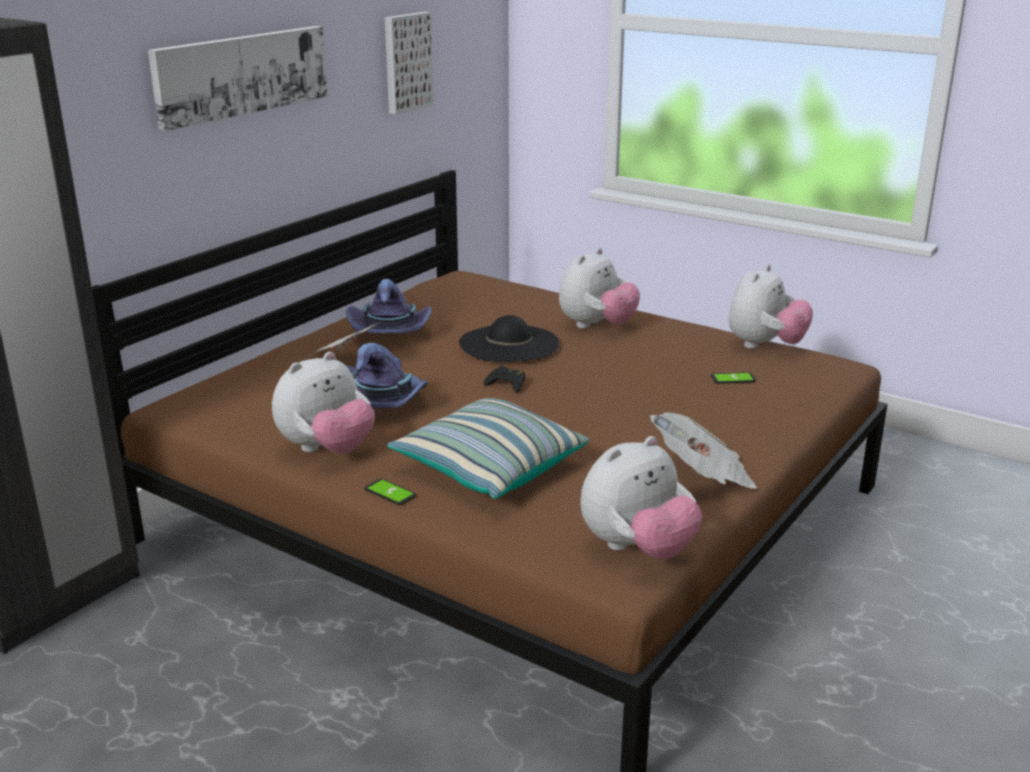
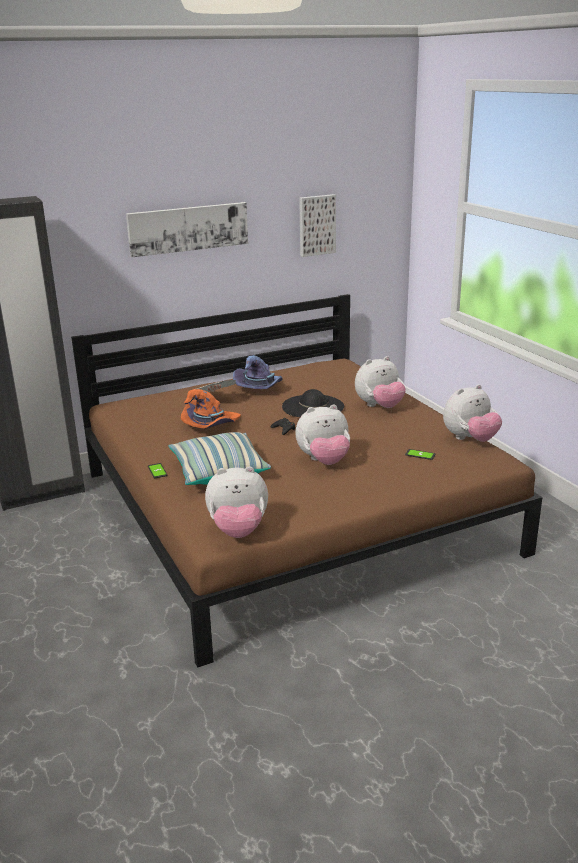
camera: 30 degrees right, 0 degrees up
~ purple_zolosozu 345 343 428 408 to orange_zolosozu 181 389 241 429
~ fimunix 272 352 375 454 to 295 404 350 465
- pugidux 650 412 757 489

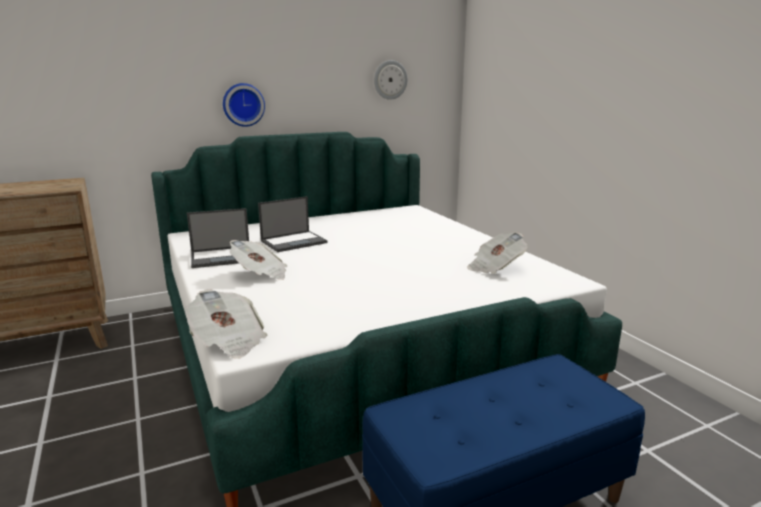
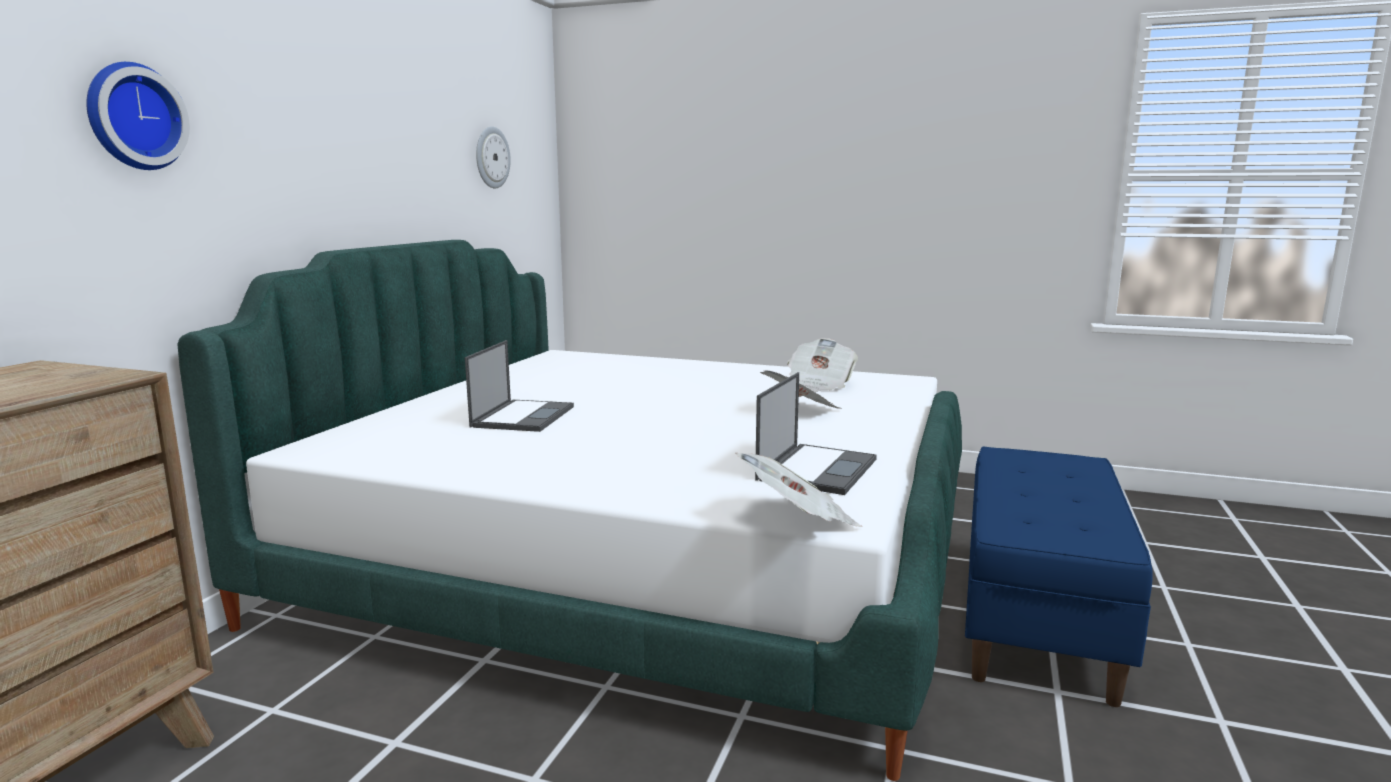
camera: 45 degrees left, 5 degrees down
~ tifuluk 223 83 265 127 to 86 62 190 170
~ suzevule 187 208 249 268 to 755 372 877 495
~ pugidux 229 240 287 280 to 760 370 839 408

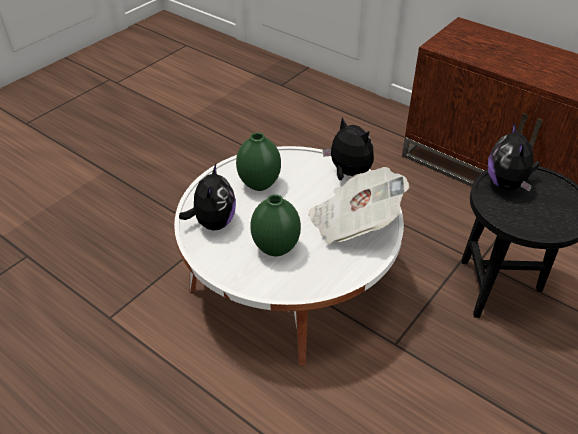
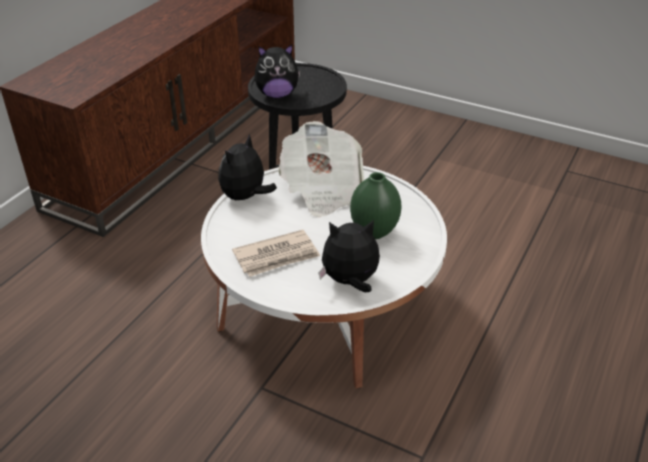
camera: 100 degrees left, 5 degrees down
~ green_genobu 236 132 281 191 to pugidux 232 230 320 277

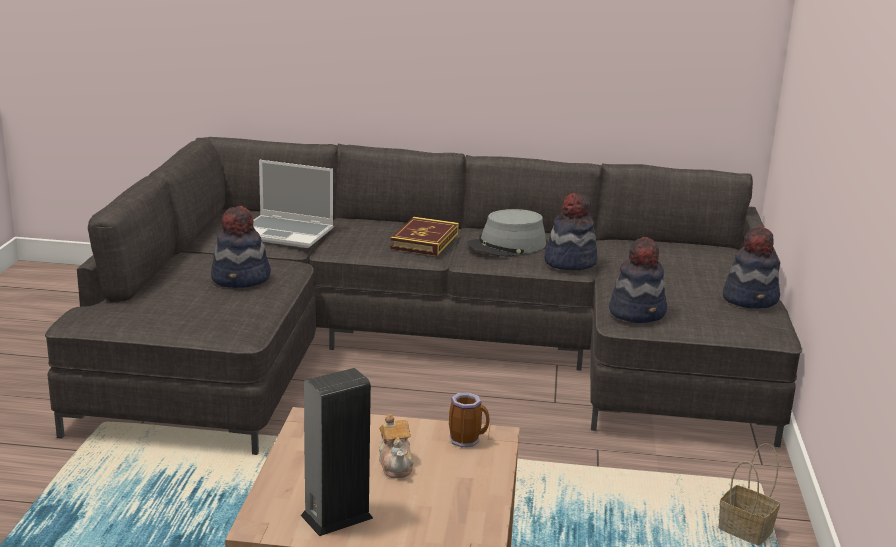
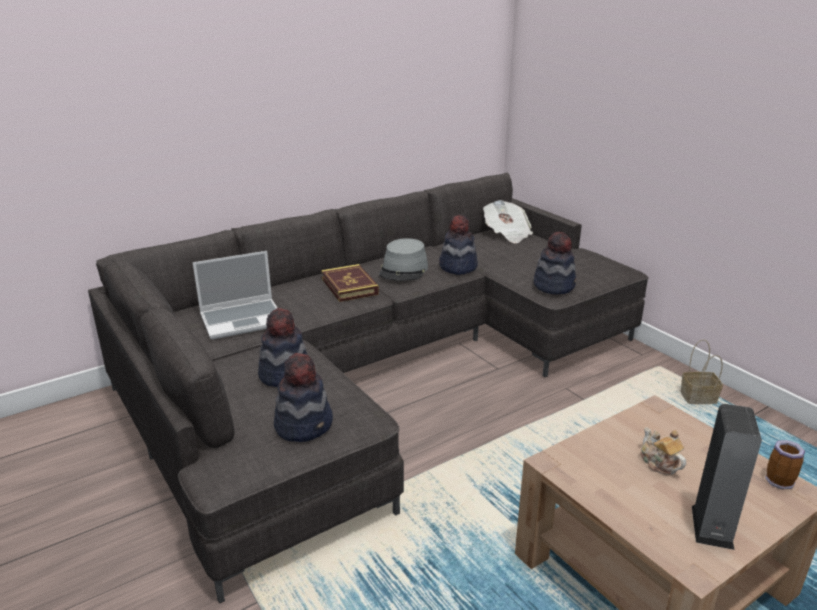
camera: 40 degrees left, 5 degrees up
~ zolosozu 723 226 780 309 to 274 353 333 442
~ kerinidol 449 392 490 447 to 765 440 805 490
~ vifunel 379 414 414 478 = 640 427 686 475 150 degrees counterclockwise
+ pugidux 483 200 533 243

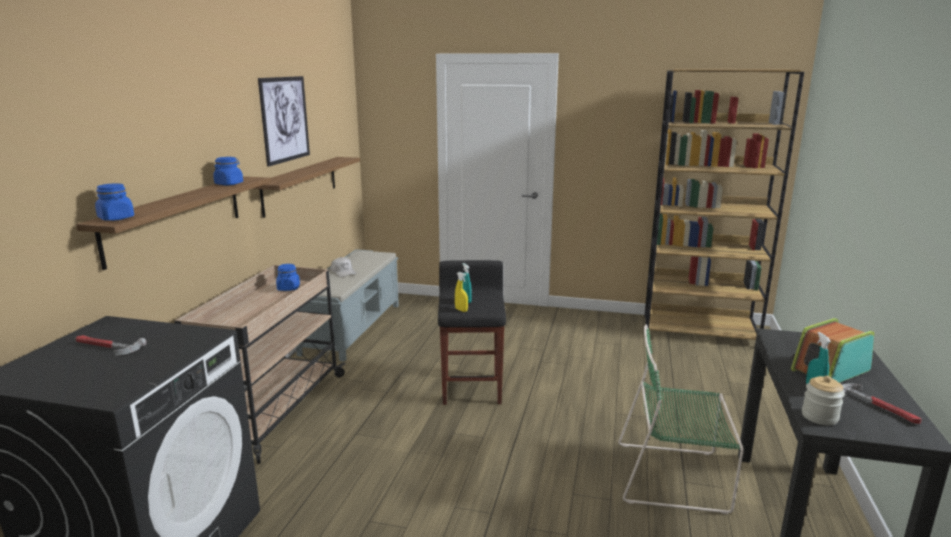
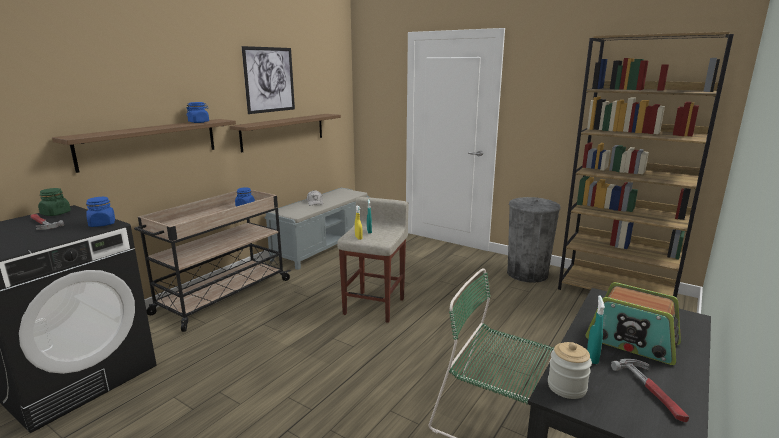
camera: 20 degrees right, 0 degrees up
~ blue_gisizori 95 183 134 221 to 86 197 115 227
~ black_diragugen 438 260 506 405 to beige_diragugen 337 197 409 323
~ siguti 791 318 874 383 = 585 282 681 365 135 degrees counterclockwise
+ green_gisizori 38 188 71 216
+ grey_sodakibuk 507 197 561 283

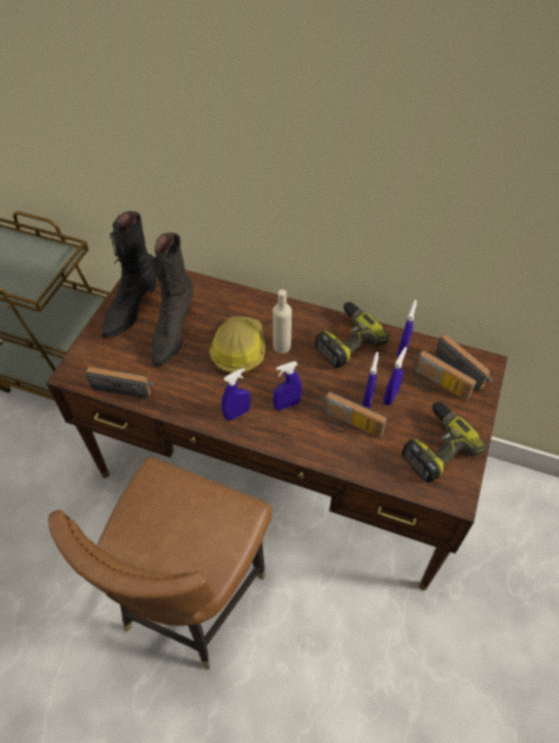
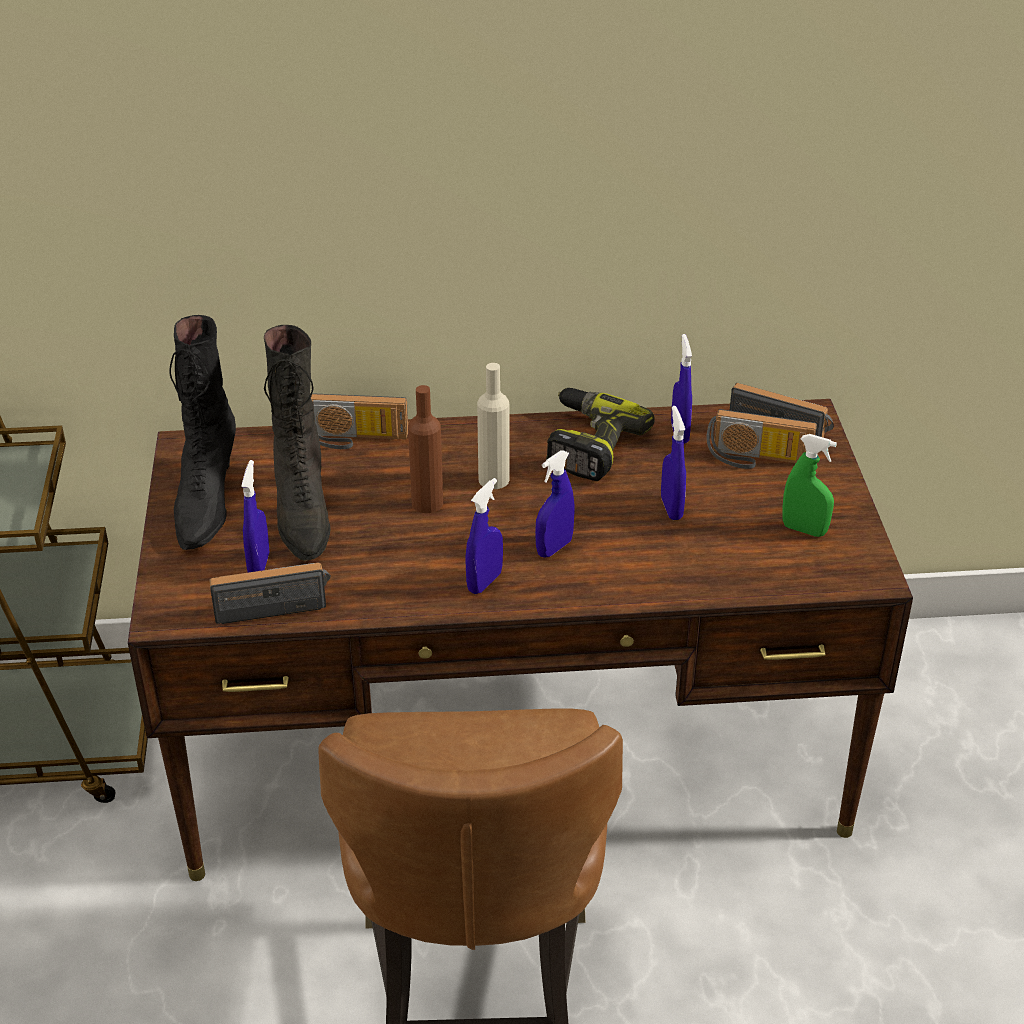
camera: 25 degrees left, 15 degrees down
~ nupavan 209 317 265 373 to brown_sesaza 408 385 443 513
~ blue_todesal 383 347 407 406 to 241 460 269 572
~ siguti 319 391 387 438 to 311 393 408 449
~ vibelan 401 402 487 483 to green_todesal 782 434 837 537

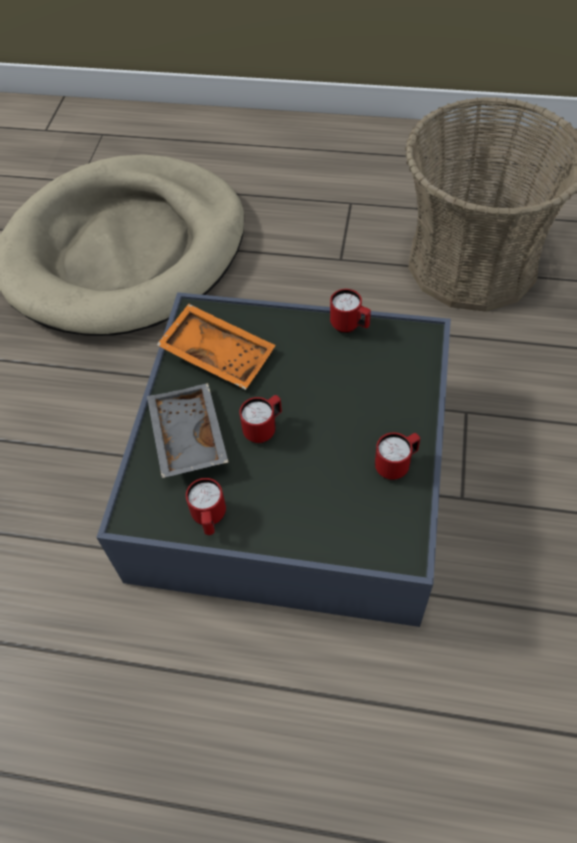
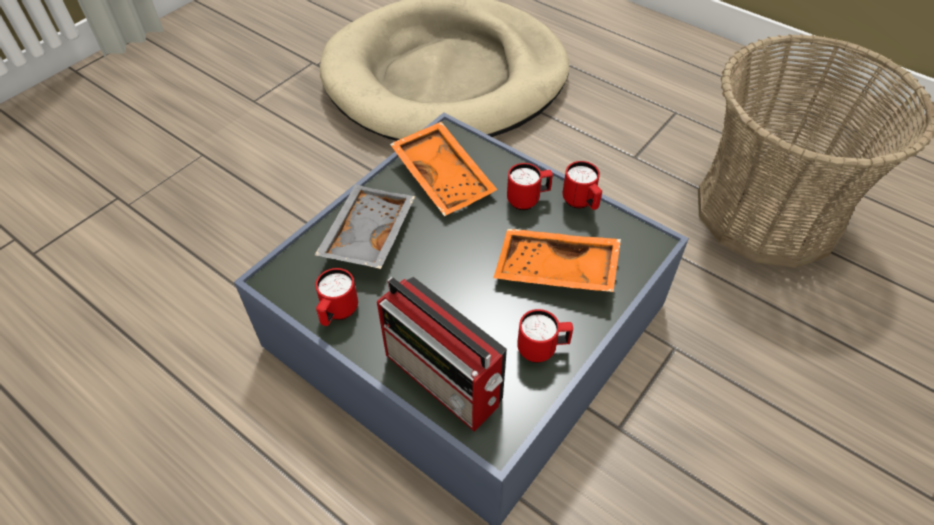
camera: 25 degrees right, 5 degrees down
~ red_kerinidol 239 395 282 443 to 507 163 553 210
+ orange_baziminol 493 229 621 292
+ siguti 377 277 507 431

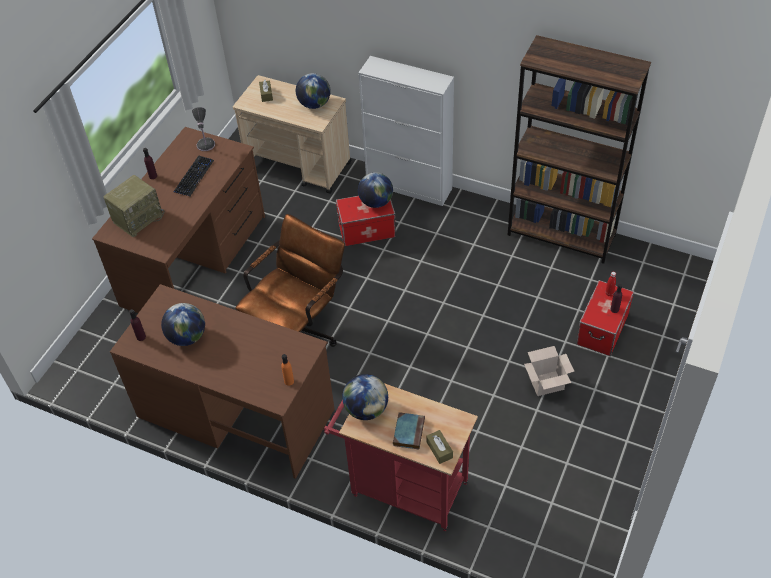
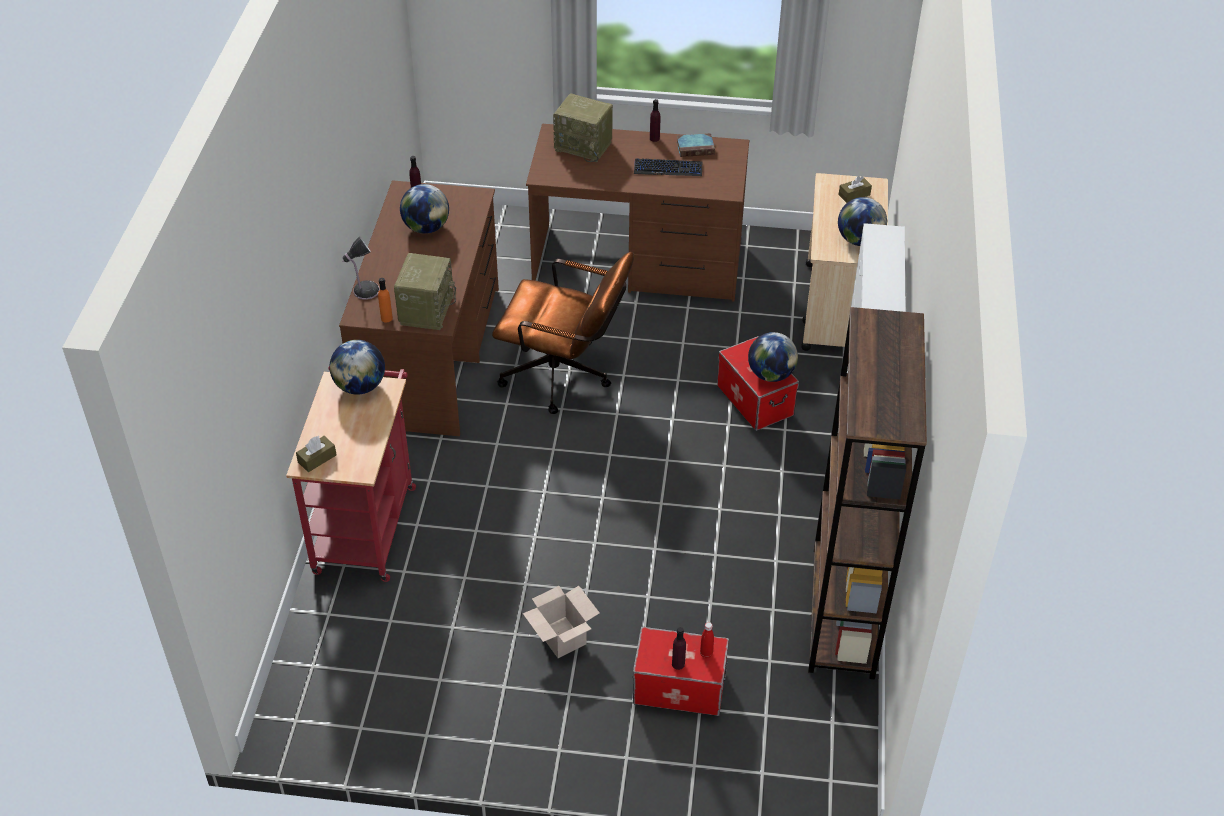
camera: 70 degrees right, 5 degrees down
~ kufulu 192 107 215 151 to 342 236 380 300
~ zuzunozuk 393 412 425 450 to 676 133 715 157
+ siguti 394 253 456 330

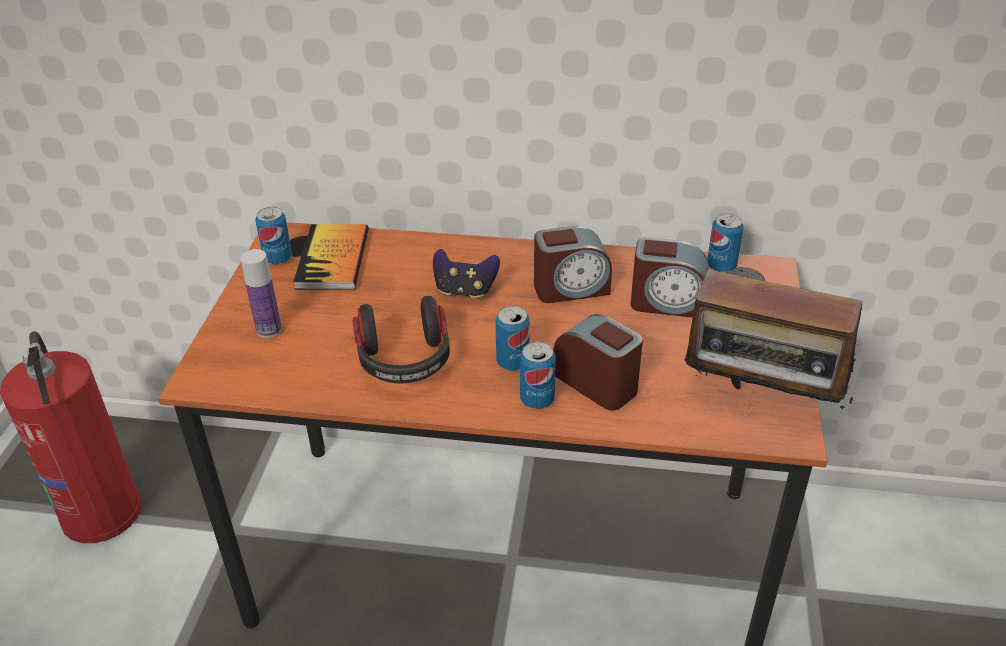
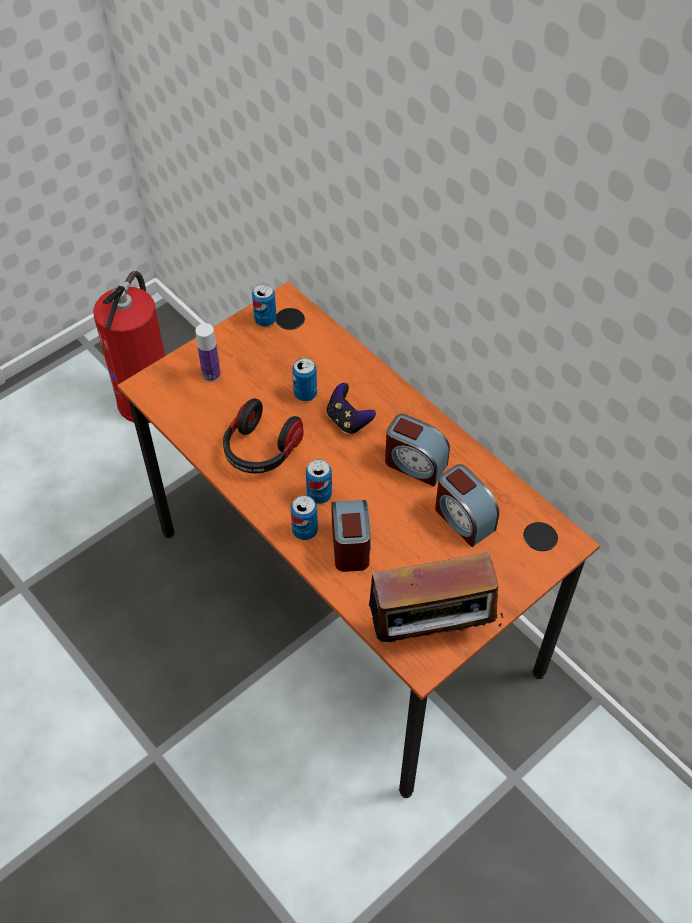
camera: 40 degrees right, 15 degrees up
~ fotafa 707 213 744 273 to 292 358 317 401
- zuzunozuk 293 224 369 290
~ siguti 684 255 862 409 = 369 552 504 648 75 degrees counterclockwise

